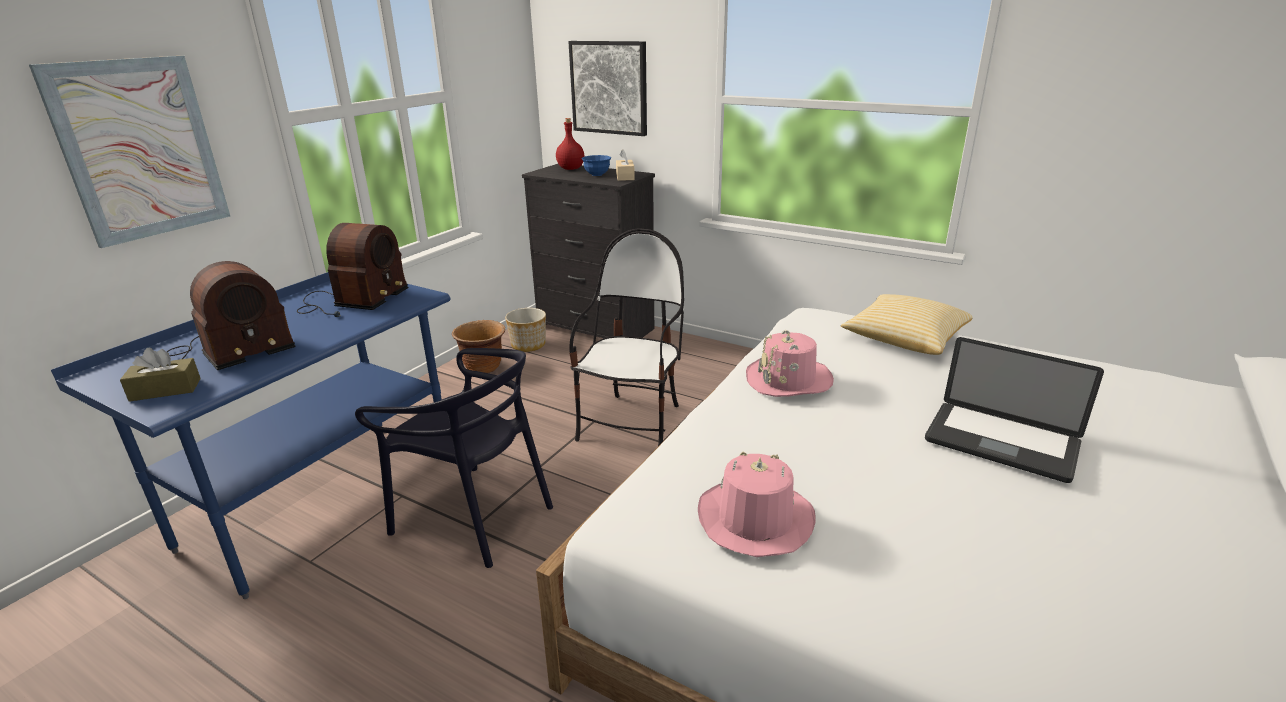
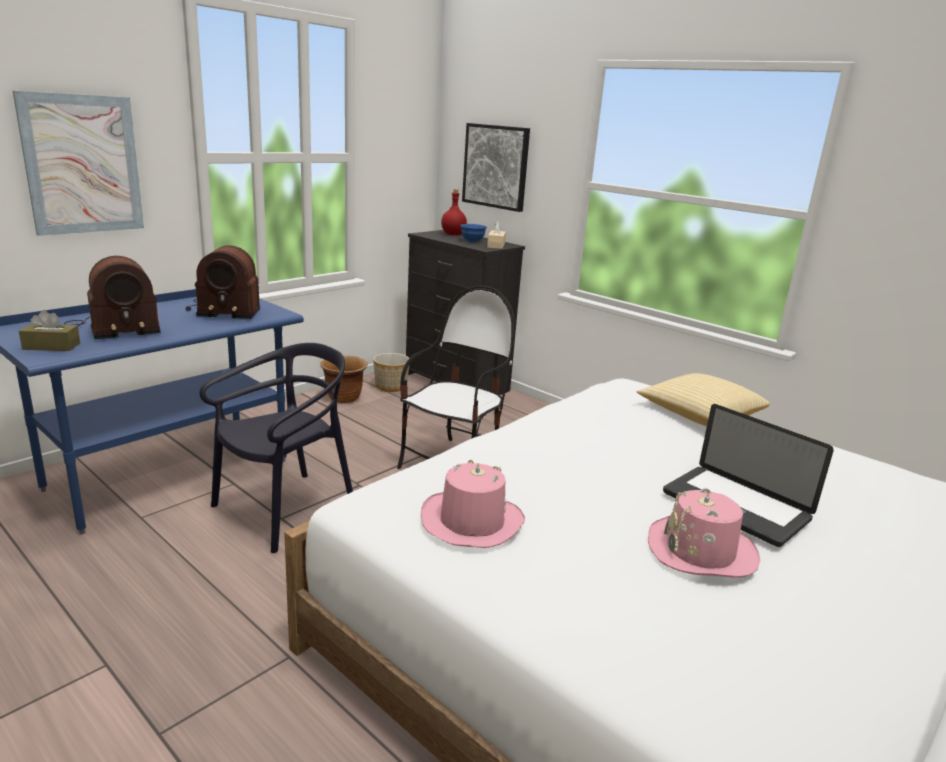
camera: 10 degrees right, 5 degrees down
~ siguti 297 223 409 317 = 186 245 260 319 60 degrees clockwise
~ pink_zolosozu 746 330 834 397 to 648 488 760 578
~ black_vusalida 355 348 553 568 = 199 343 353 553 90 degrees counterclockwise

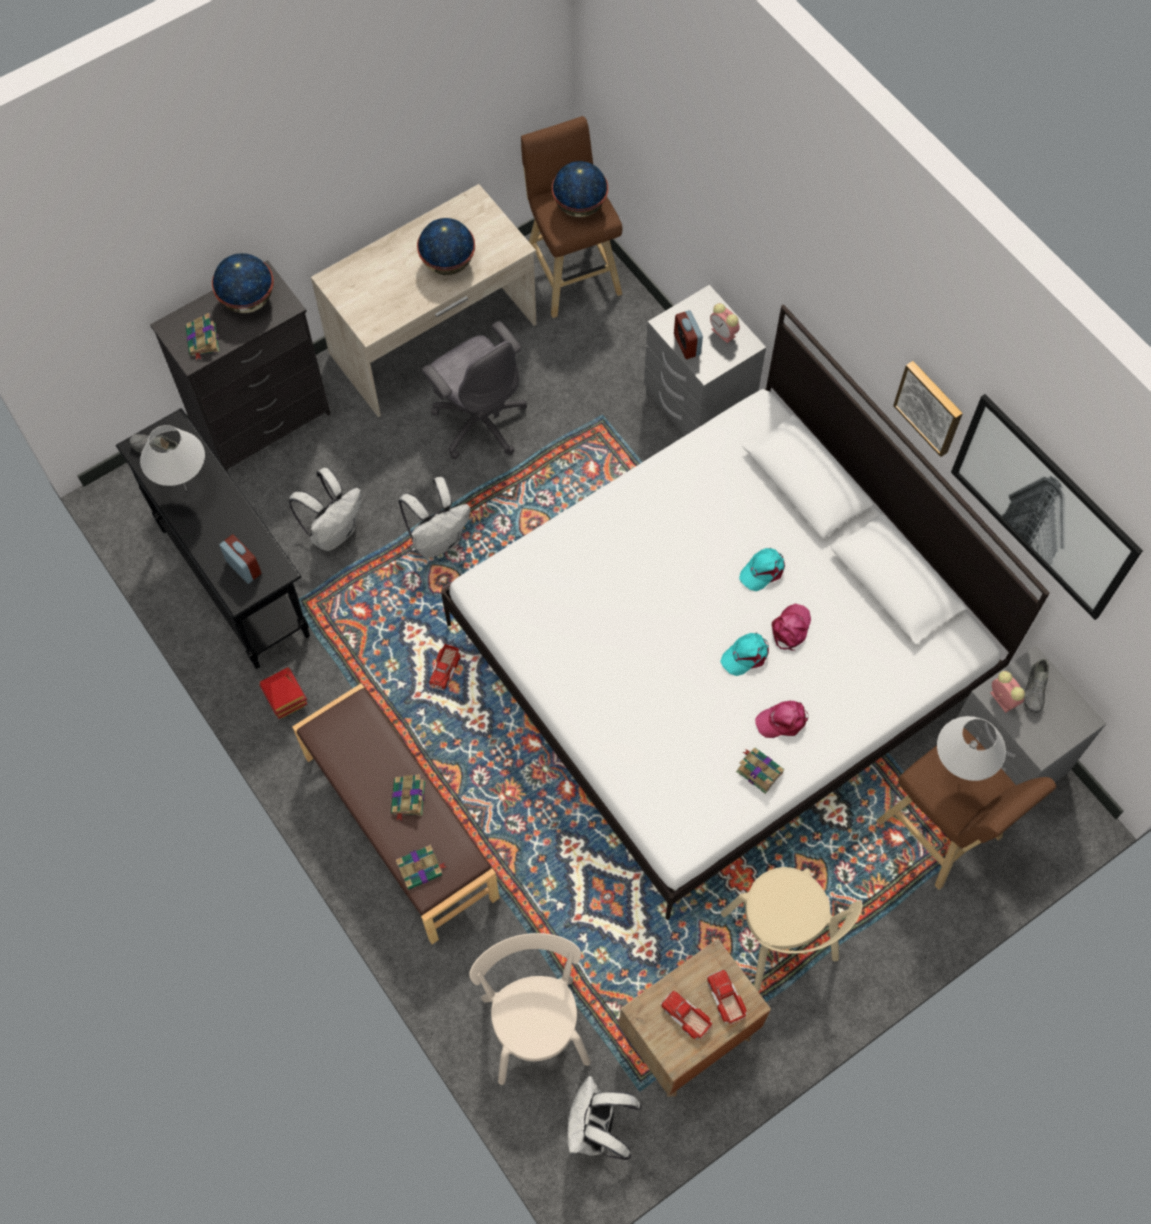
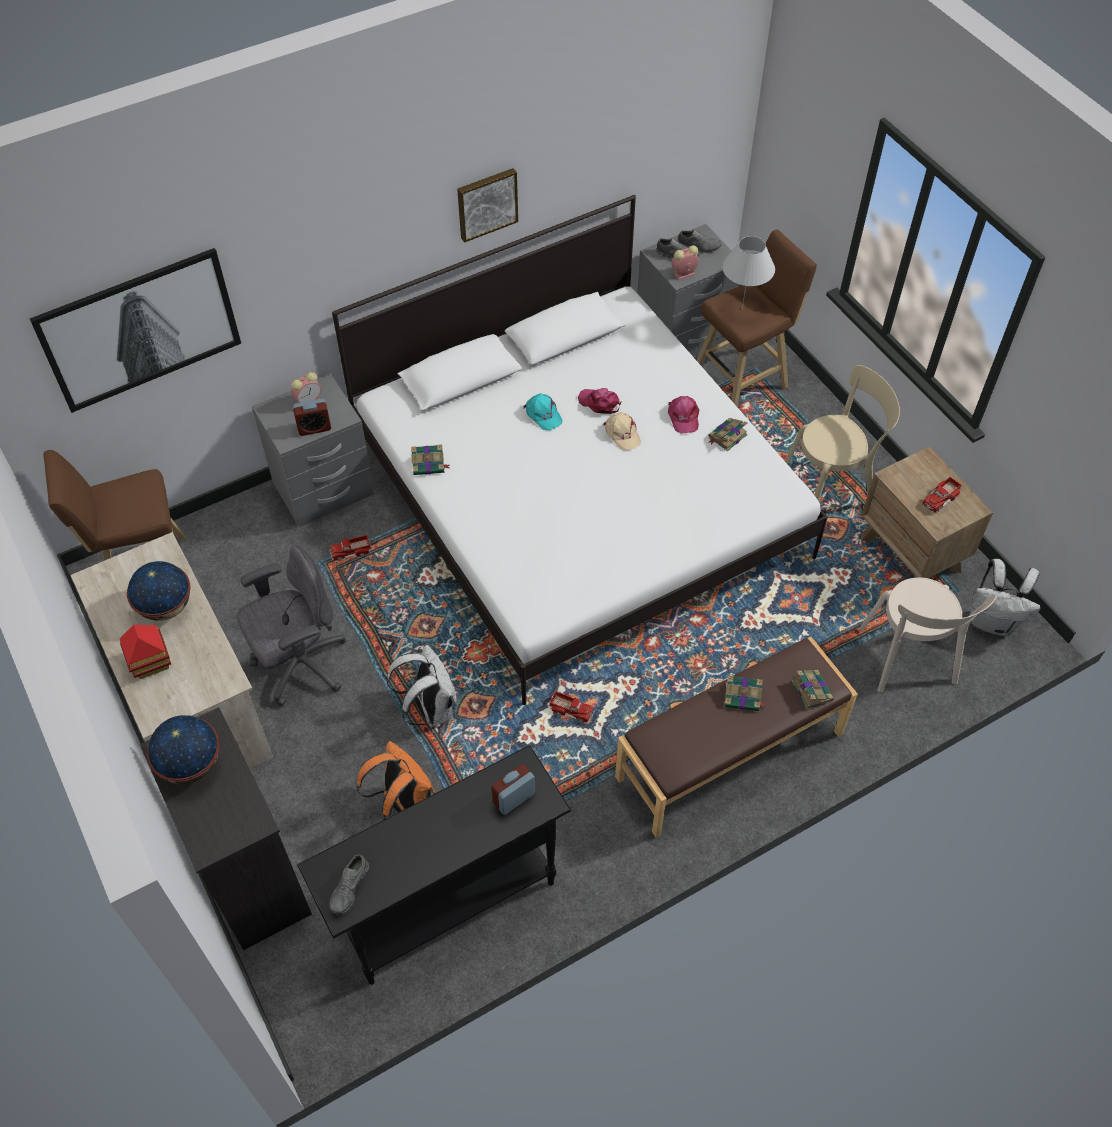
camera: 85 degrees left, 10 degrees down
- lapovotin 552 161 608 217
~ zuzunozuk 186 313 219 360 to 411 444 450 475
~ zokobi 951 394 1143 620 to 30 248 241 413
- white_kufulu 140 425 205 491
~ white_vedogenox 289 468 361 551 to orange_vedogenox 357 741 435 820
~ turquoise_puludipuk 720 633 769 676 to beige_puludipuk 603 412 641 451
~ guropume 259 667 307 719 to 119 625 171 679
~ beige_vusalida 469 933 591 1085 = 860 577 996 692 90 degrees counterclockwise
~ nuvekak 707 970 747 1025 to 330 535 371 561
+ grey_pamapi 678 229 722 253

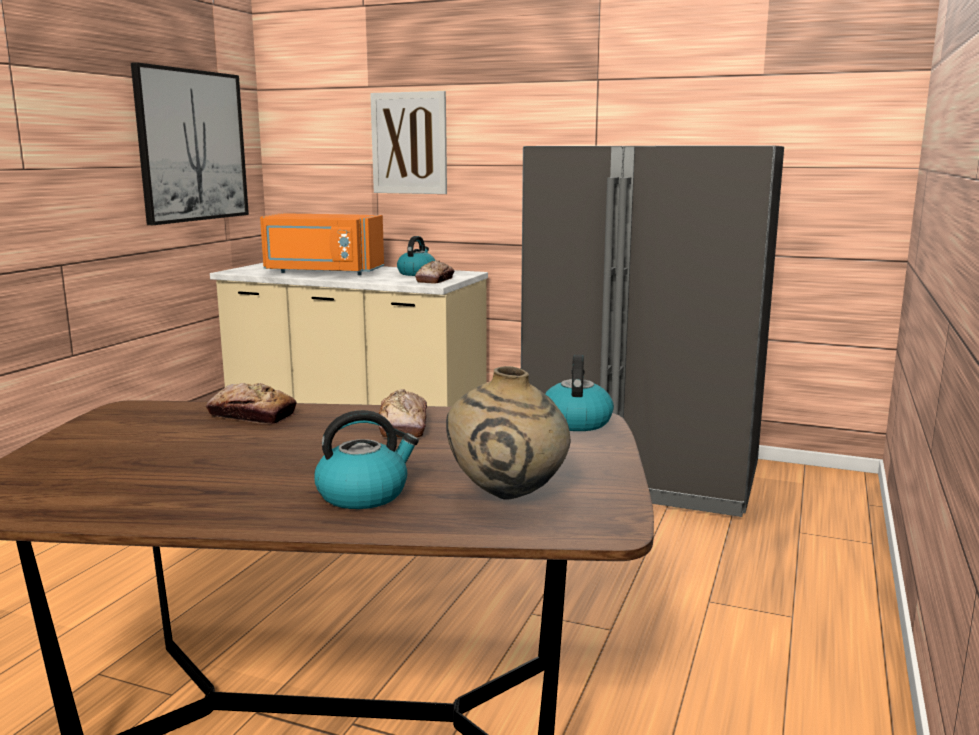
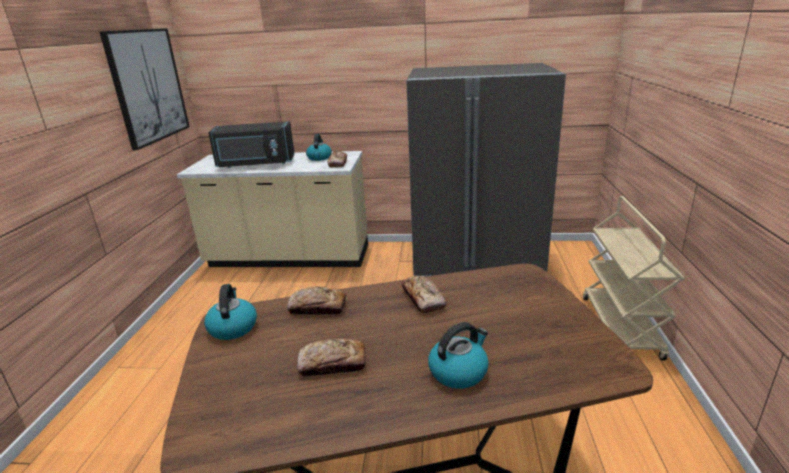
camera: 15 degrees left, 10 degrees up
- zokobi 370 91 447 194
~ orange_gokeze 260 213 384 275 to black_gokeze 208 121 295 168
~ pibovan 545 355 614 431 to 204 284 257 340
- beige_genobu 446 366 570 499
+ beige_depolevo 583 196 685 361
+ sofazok 297 339 366 377

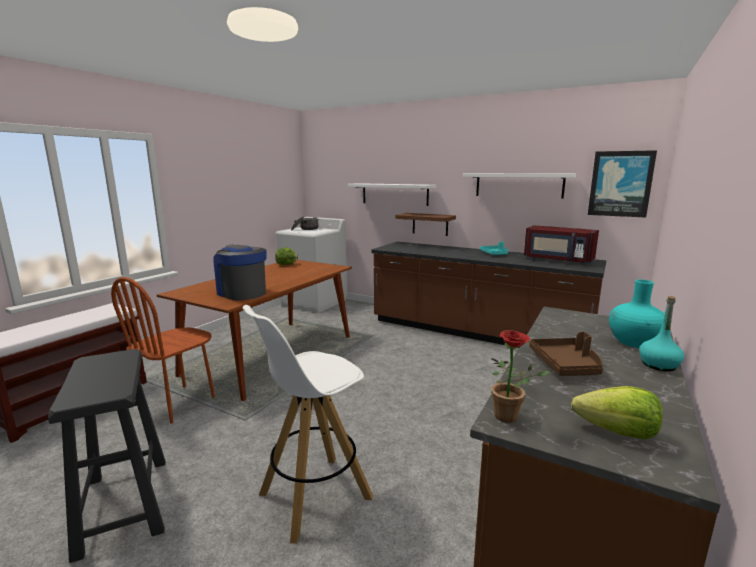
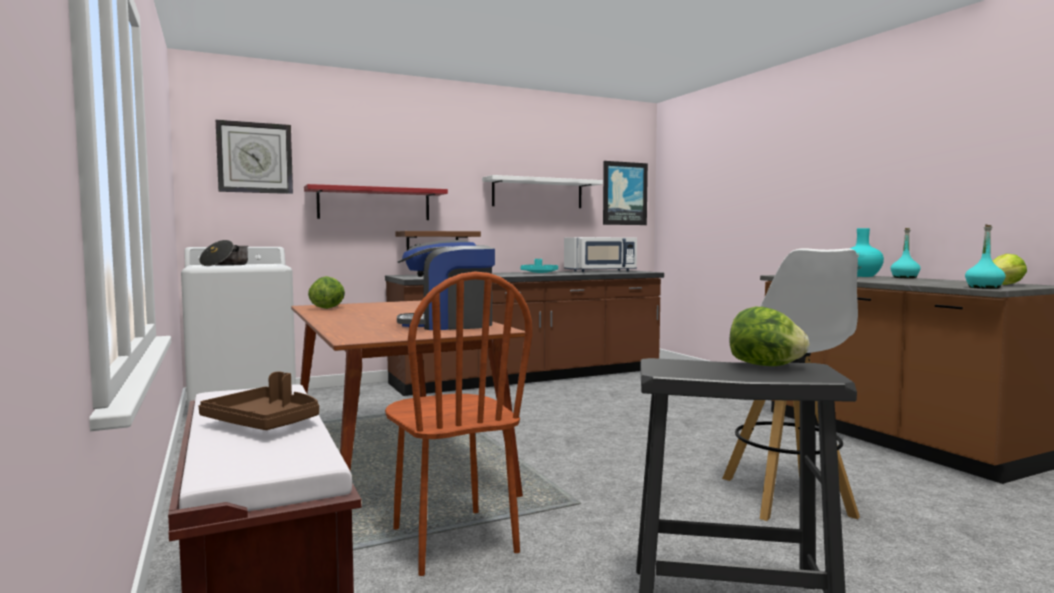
camera: 55 degrees left, 10 degrees down
~ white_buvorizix 347 183 436 206 to red_buvorizix 304 184 448 220
~ red_gokeze 524 225 599 265 to white_gokeze 564 237 637 272
~ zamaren 491 330 550 423 to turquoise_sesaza 965 224 1005 289
~ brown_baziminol 529 332 603 376 to 199 371 319 430
+ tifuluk 216 120 293 194
+ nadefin 730 307 809 366

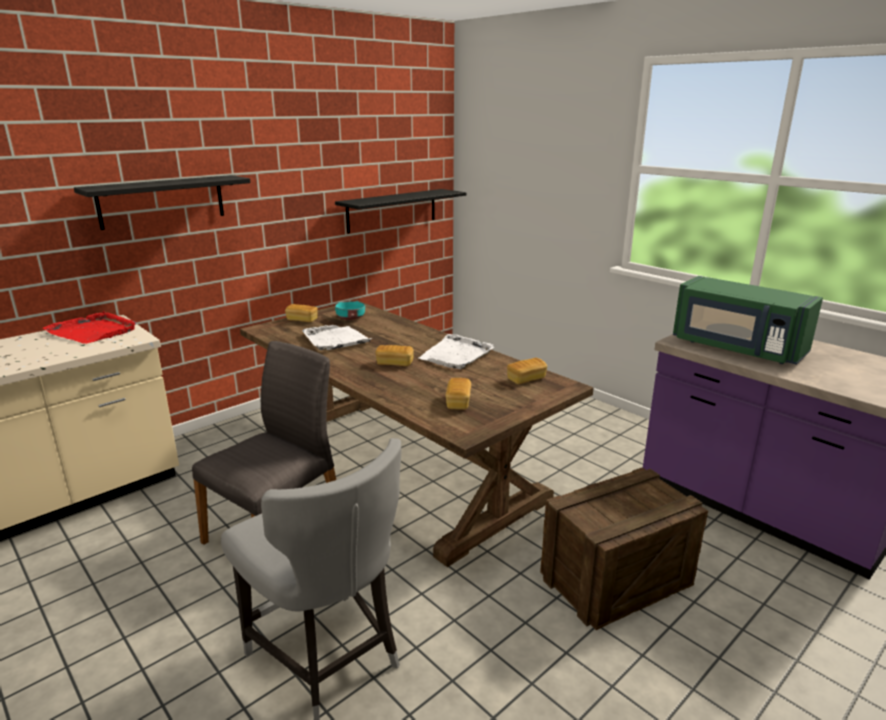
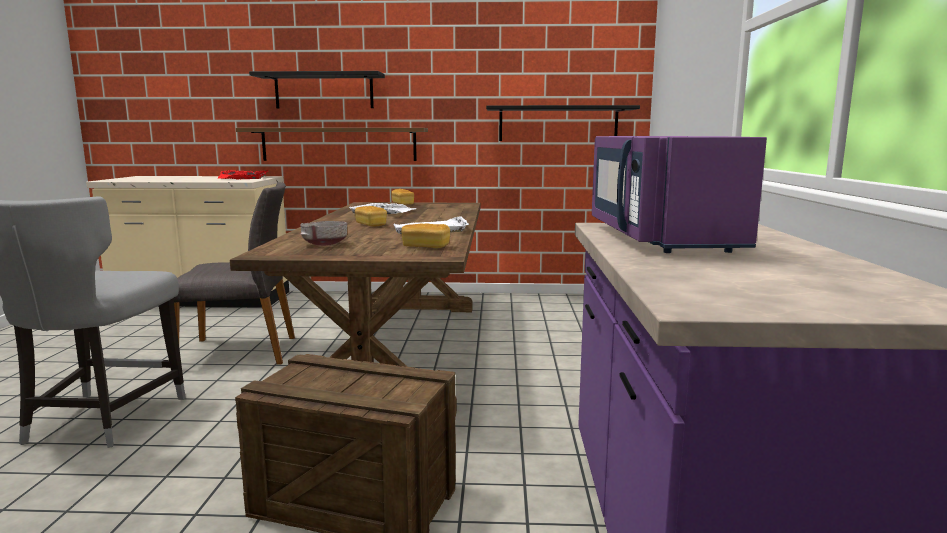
camera: 45 degrees right, 10 degrees down
~ green_gokeze 673 276 823 365 to purple_gokeze 592 136 767 253
- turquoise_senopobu 335 301 365 320
~ sofazok 446 378 471 410 to grey_senopobu 300 221 347 246
+ buvorizix 236 128 428 161

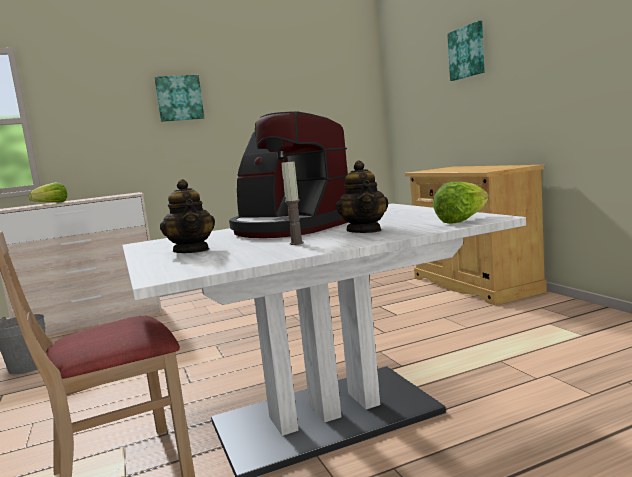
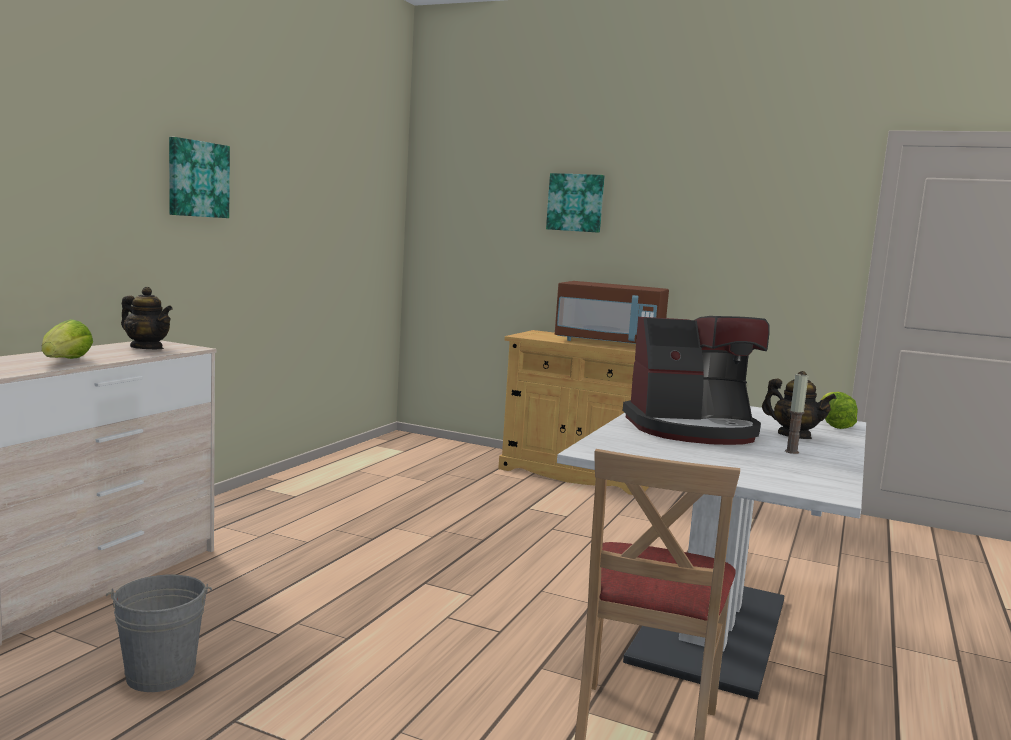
camera: 45 degrees left, 0 degrees up
~ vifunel 160 179 215 253 to 121 287 173 349
+ brown_gokeze 555 281 669 344

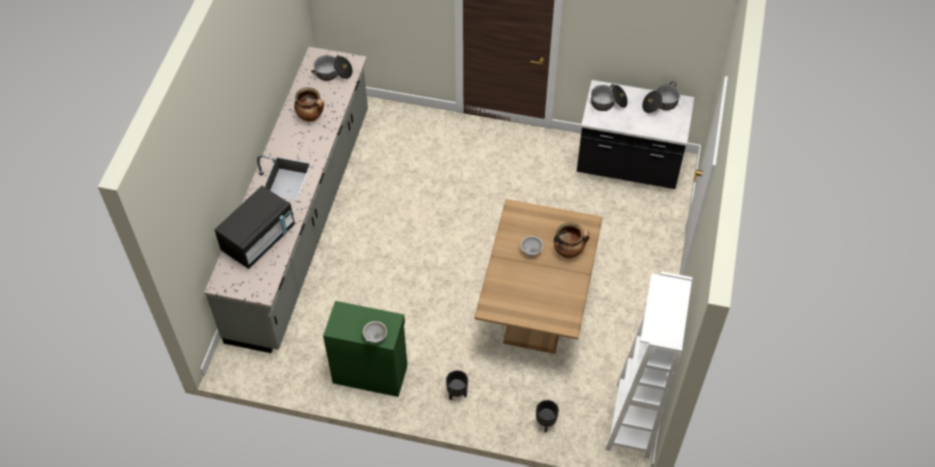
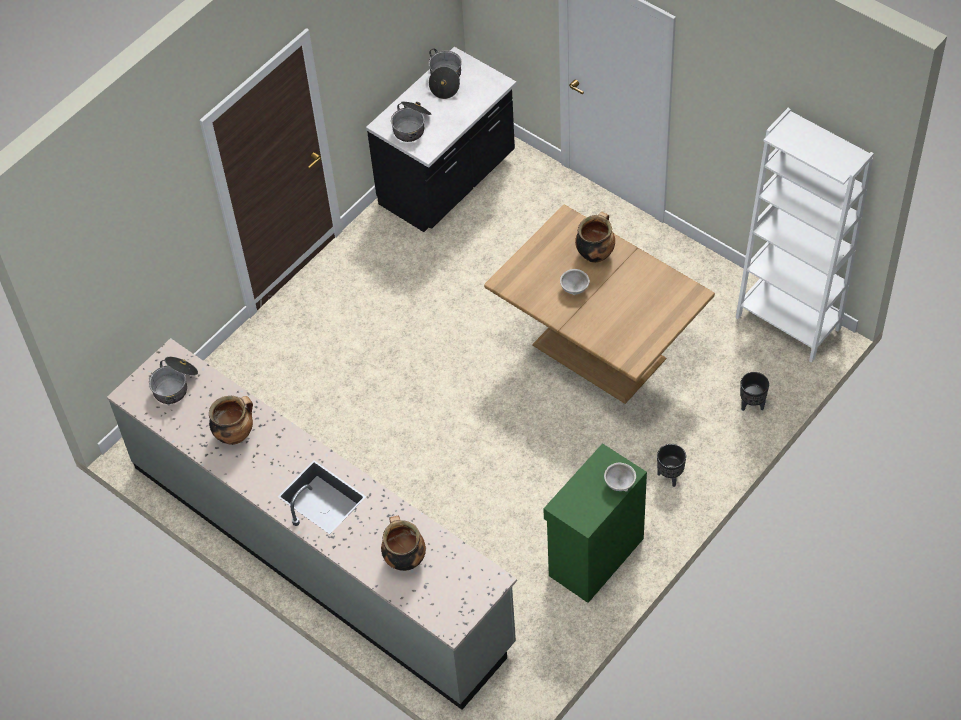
camera: 60 degrees left, 0 degrees up
~ black_gokeze 215 186 295 269 to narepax 381 516 426 571

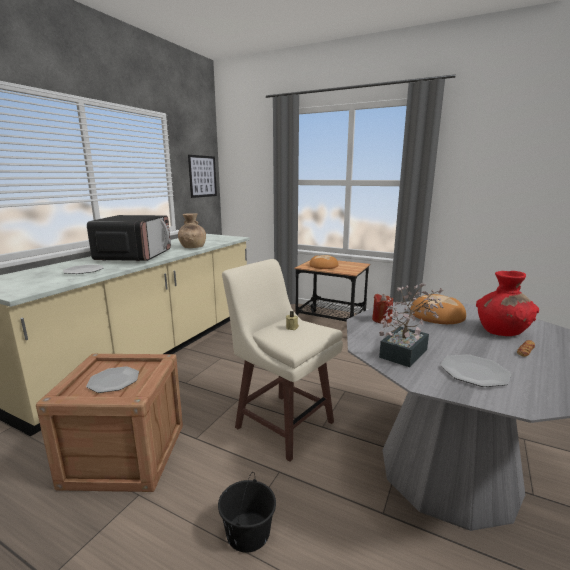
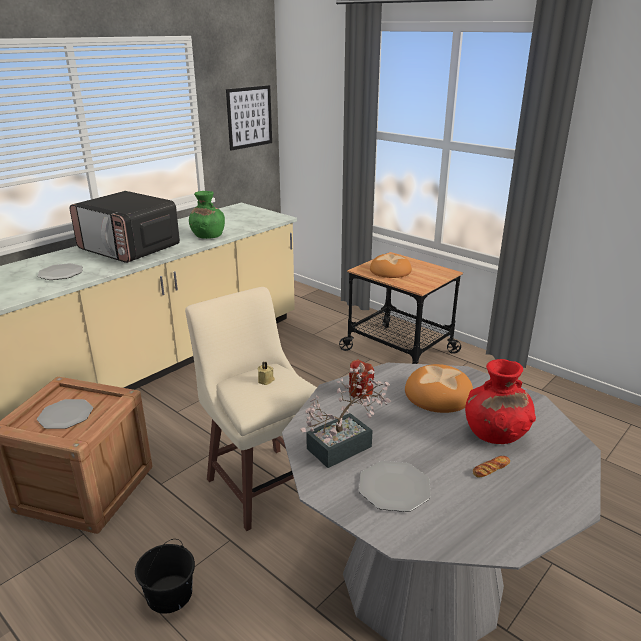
camera: 15 degrees right, 10 degrees up
~ brown_genobu 178 213 206 248 to green_genobu 189 191 225 239
~ gokeze 87 215 171 261 = 70 191 180 263 105 degrees clockwise

